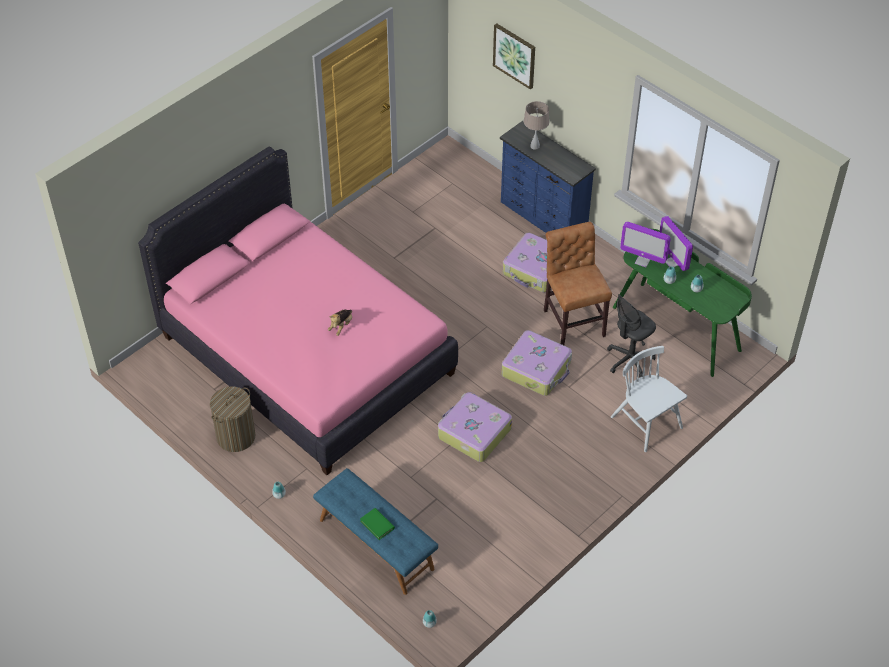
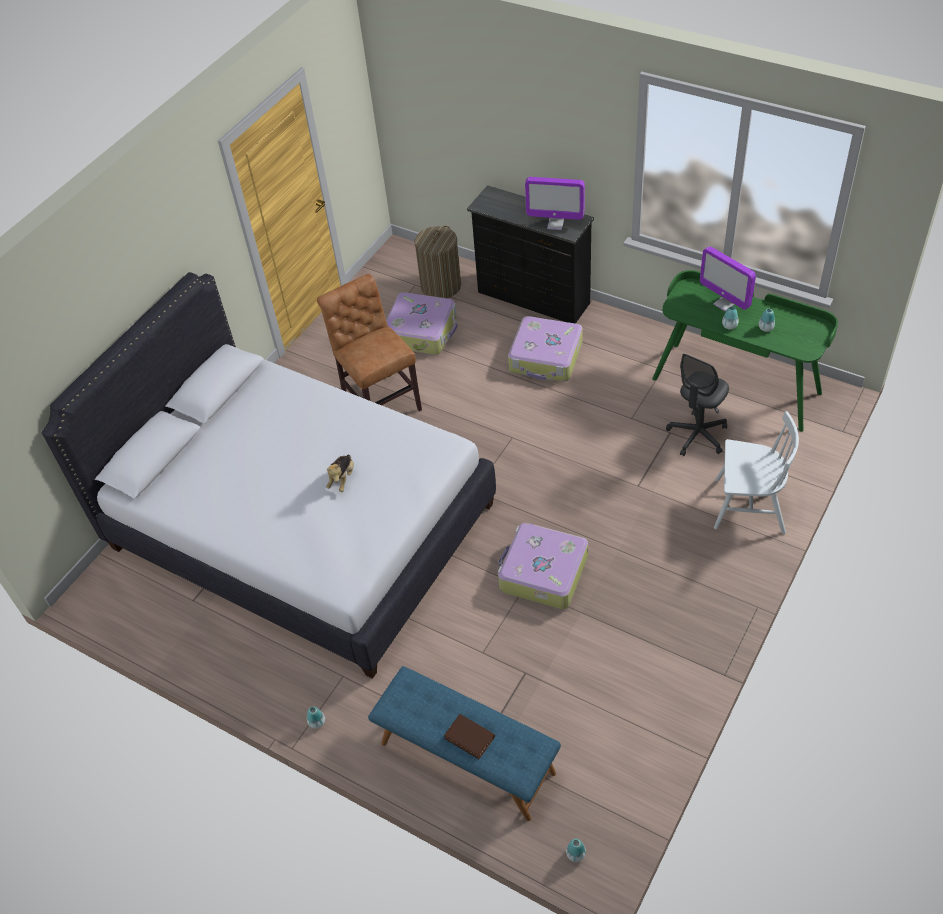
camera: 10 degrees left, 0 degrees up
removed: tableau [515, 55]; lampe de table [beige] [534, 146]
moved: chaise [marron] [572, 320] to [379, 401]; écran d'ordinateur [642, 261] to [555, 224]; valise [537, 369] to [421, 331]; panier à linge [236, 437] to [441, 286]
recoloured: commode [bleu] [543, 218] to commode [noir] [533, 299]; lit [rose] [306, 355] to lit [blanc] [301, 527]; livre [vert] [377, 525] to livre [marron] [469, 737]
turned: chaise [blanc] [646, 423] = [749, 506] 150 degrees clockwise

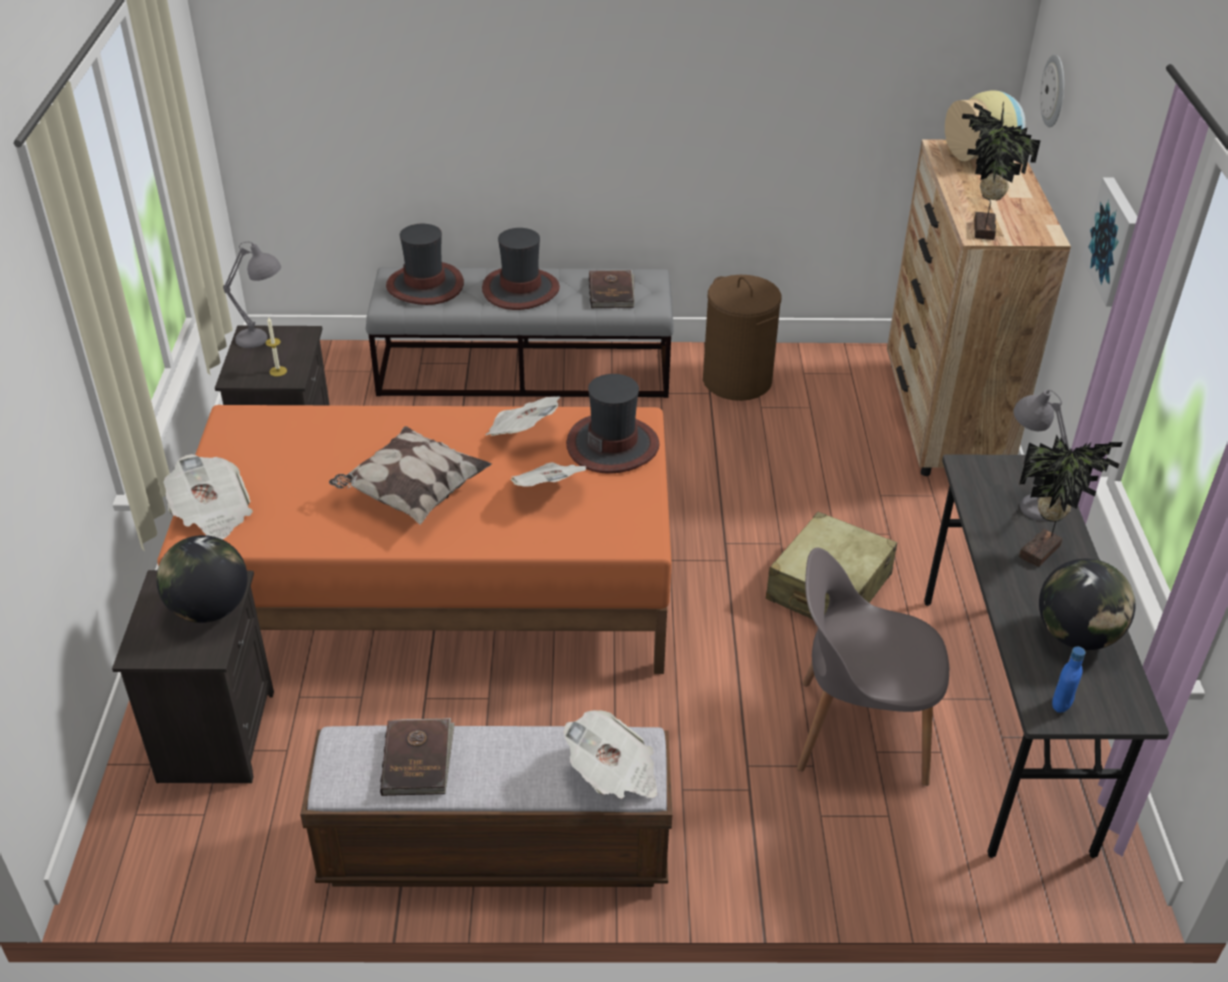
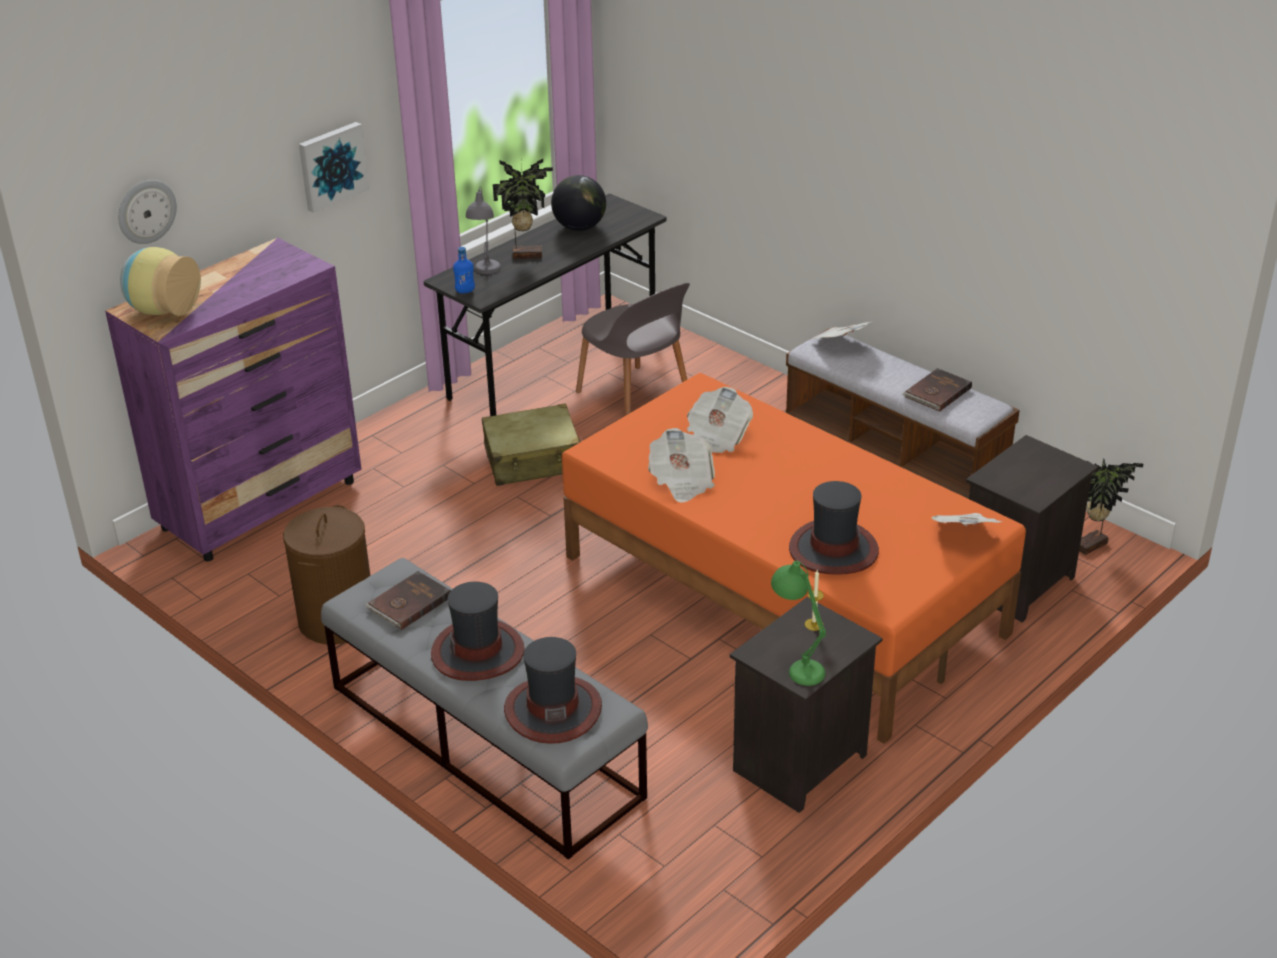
camera: 135 degrees left, 5 degrees down
removed: coussin [412, 494]; globe [210, 609]
moved: plante en pot [981, 230] to [1092, 546]; chapeau [613, 445] to [833, 550]; bouteille [bleu] [1061, 705] to [465, 291]
recoloured: commode [marron] [944, 418] to commode [violet] [261, 505]; lampe de table [gris] [264, 341] to lampe de table [vert] [797, 665]

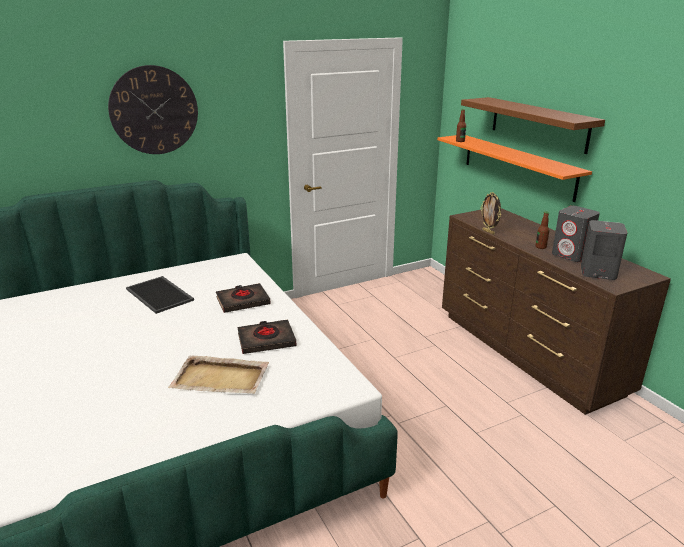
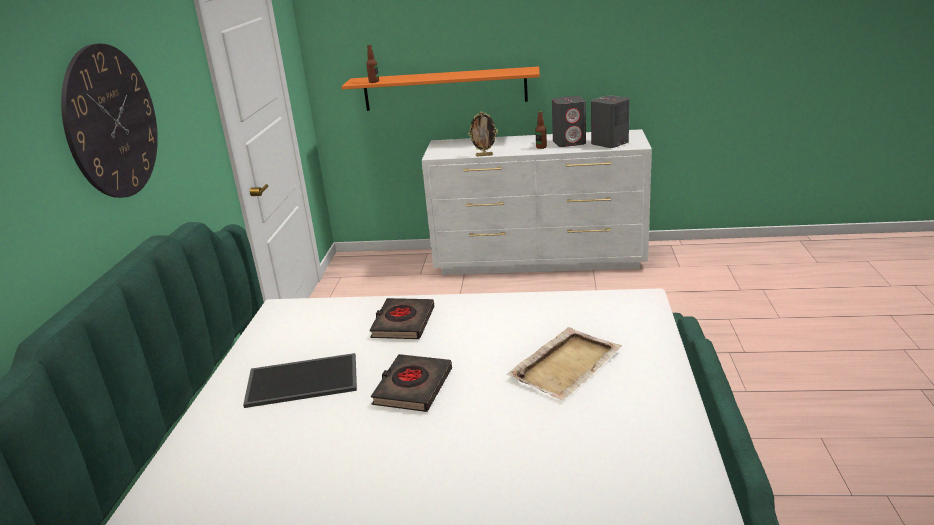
camera: 55 degrees left, 0 degrees up
removed: étagère [marron] [538, 124]
moved: livre [noir] [266, 340] to [412, 387]
recoloured: commode [marron] [528, 353] to commode [blanc] [540, 260]

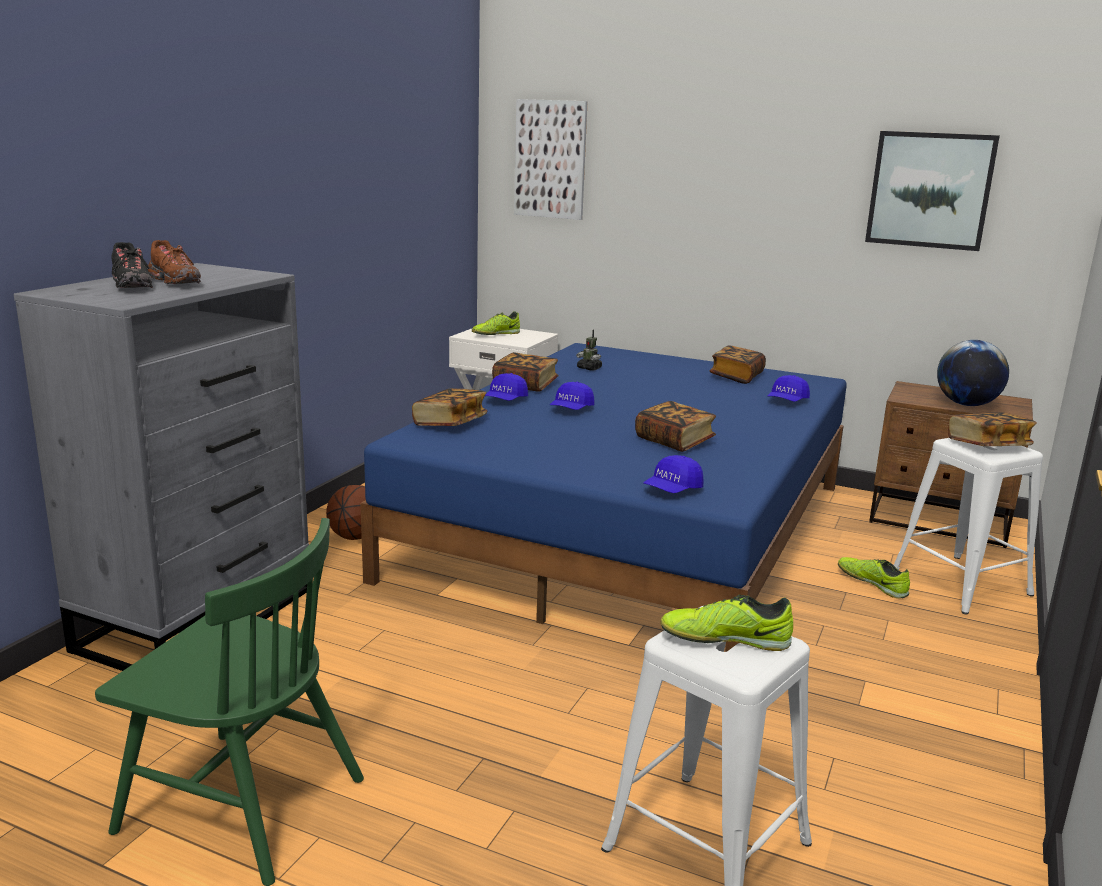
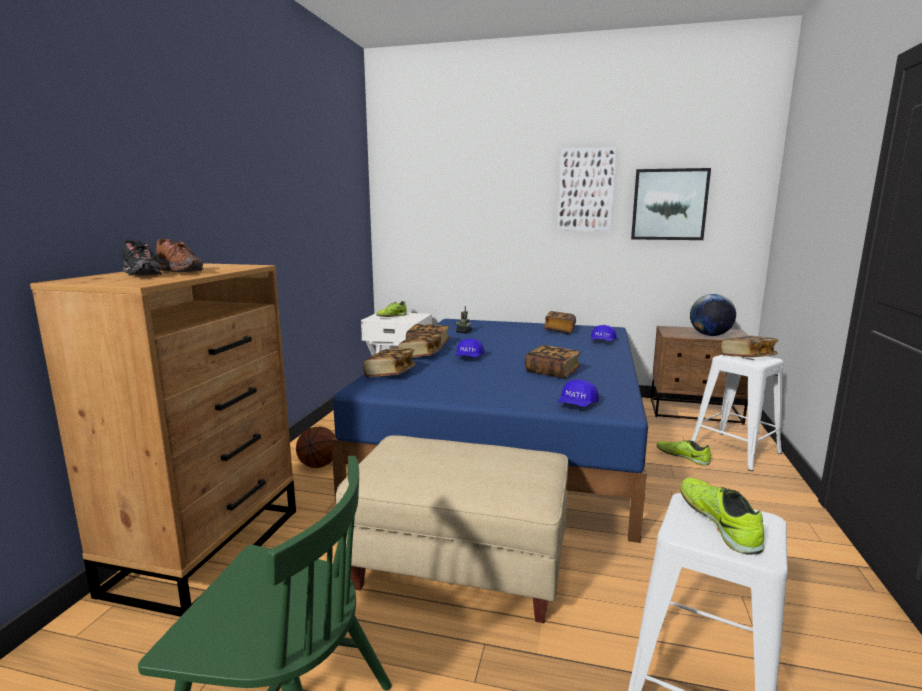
camera: 10 degrees left, 5 degrees down
added: pouf [beige] [459, 565]
moved: tableau [550, 159] to [586, 190]
replaced: casquette [bleu] [505, 400] to livre [420, 356]
recoloured: commode [gris] [199, 618] to commode [marron] [208, 548]
turned: chaussure [725, 639] = [718, 522] 90 degrees clockwise

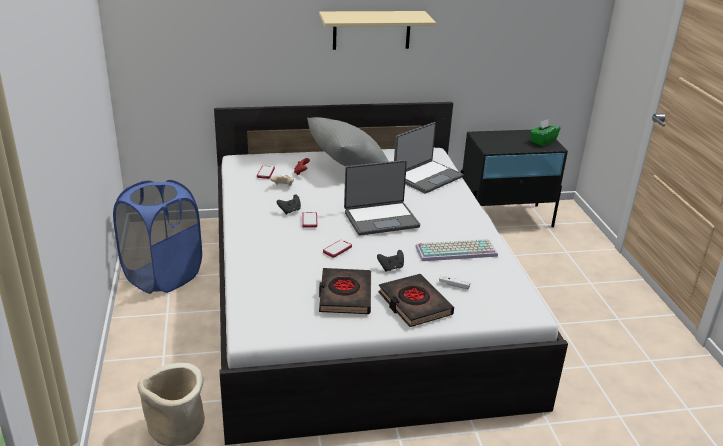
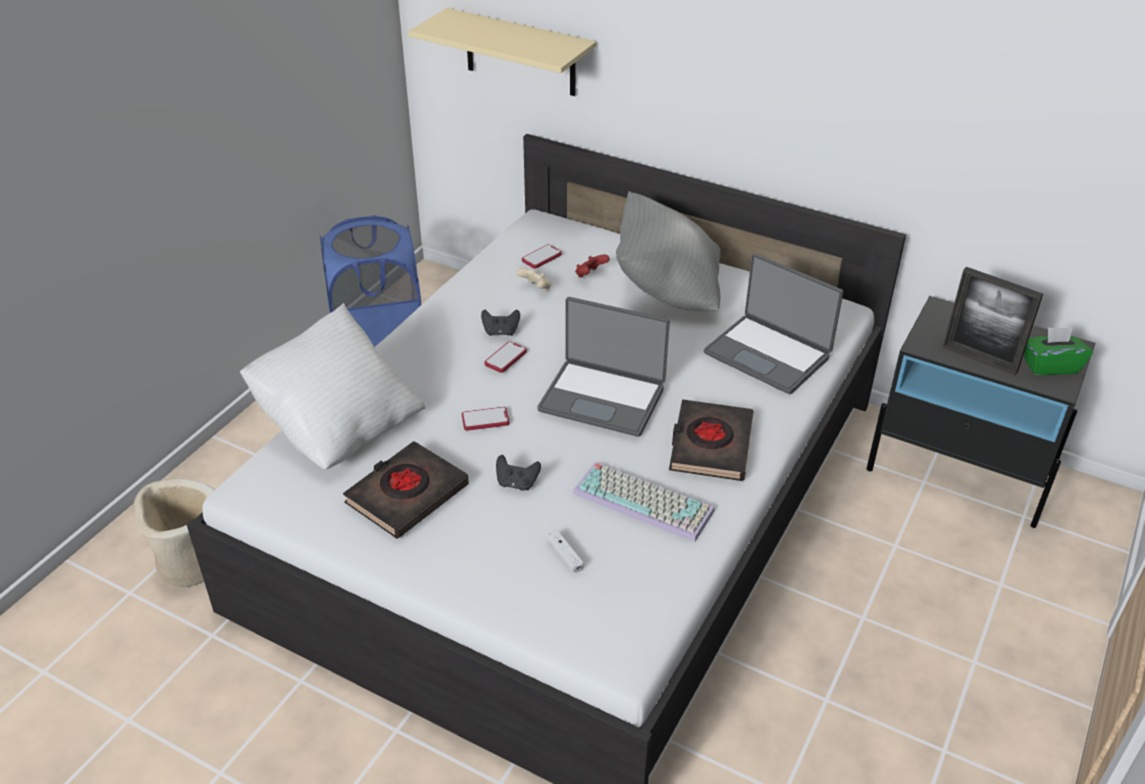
camera: 40 degrees right, 10 degrees up
added: cadre photo [979, 359]; coussin [blanc] [339, 425]
moved: étagère [beige] [371, 30] to [520, 53]; livre [noir] [414, 304] to [710, 445]
turned: ordinateur portable [427, 177] = [768, 354] 45 degrees clockwise

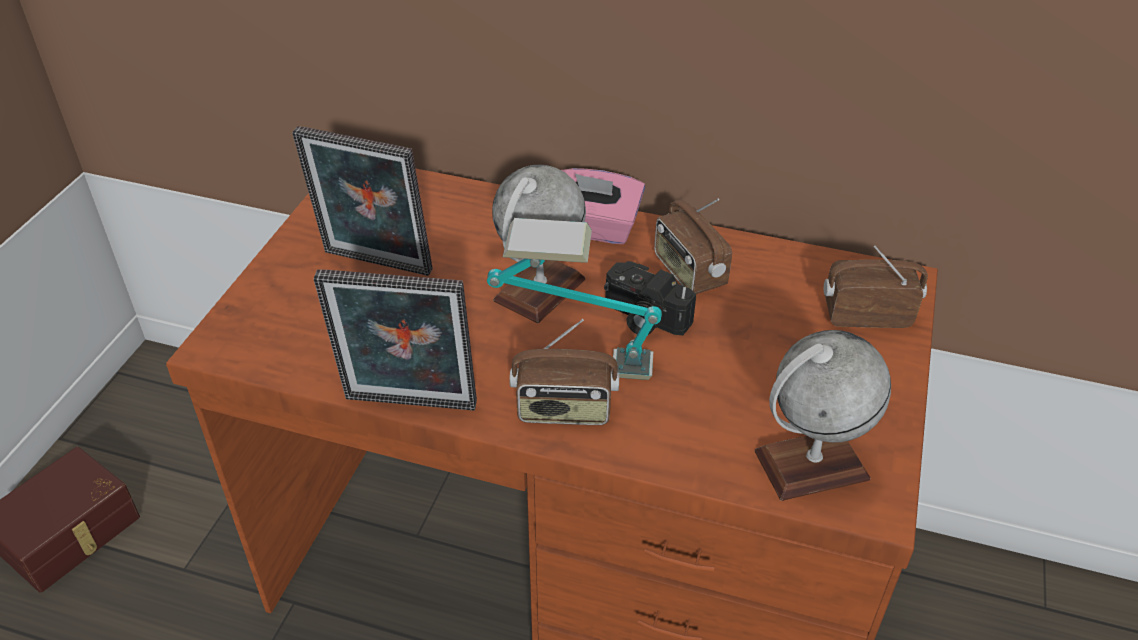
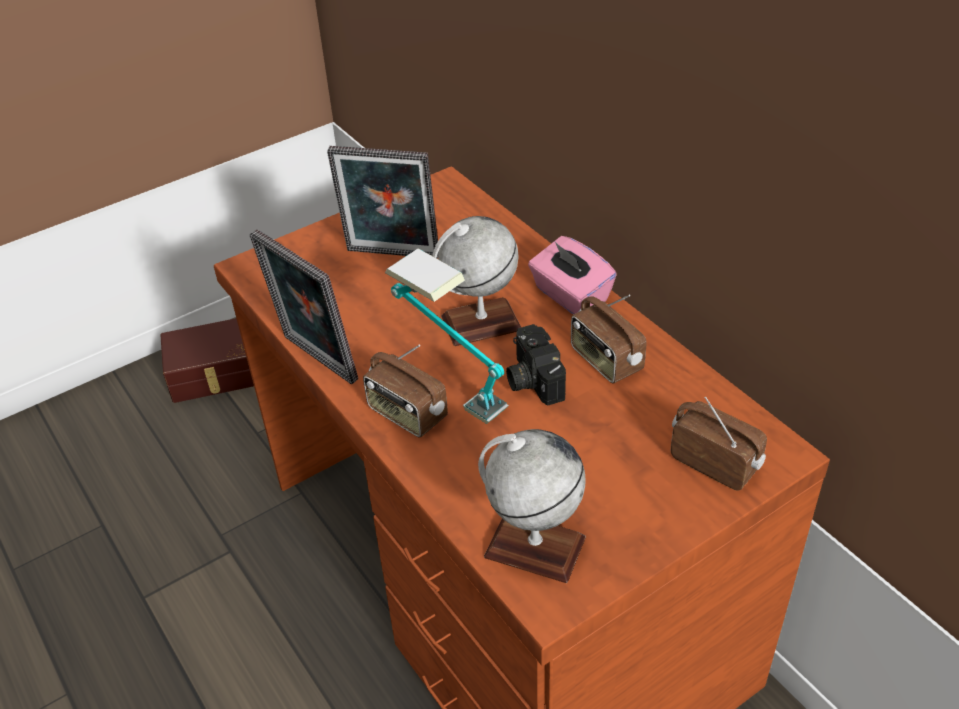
camera: 40 degrees right, 0 degrees up
turned: cadre photo [375, 265] = [391, 256] 45 degrees counterclockwise; radio [688, 272] = [605, 361] 45 degrees counterclockwise

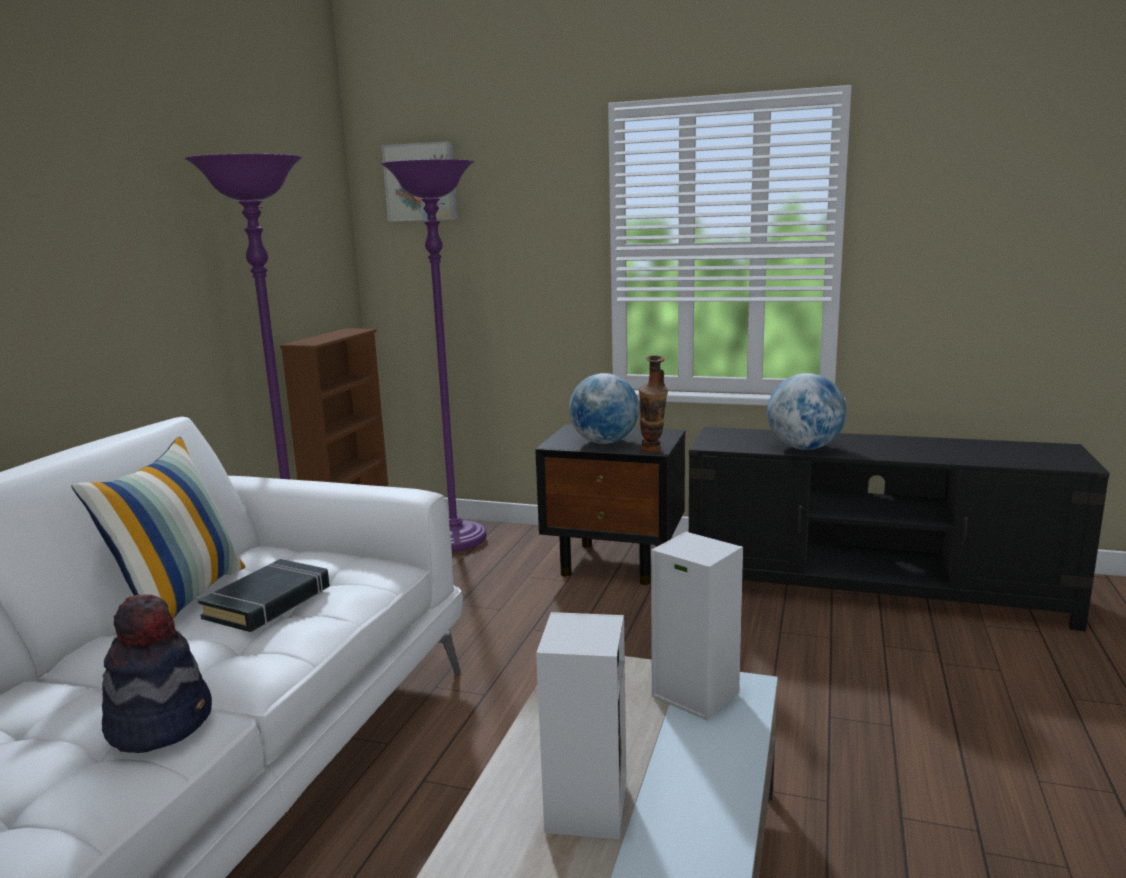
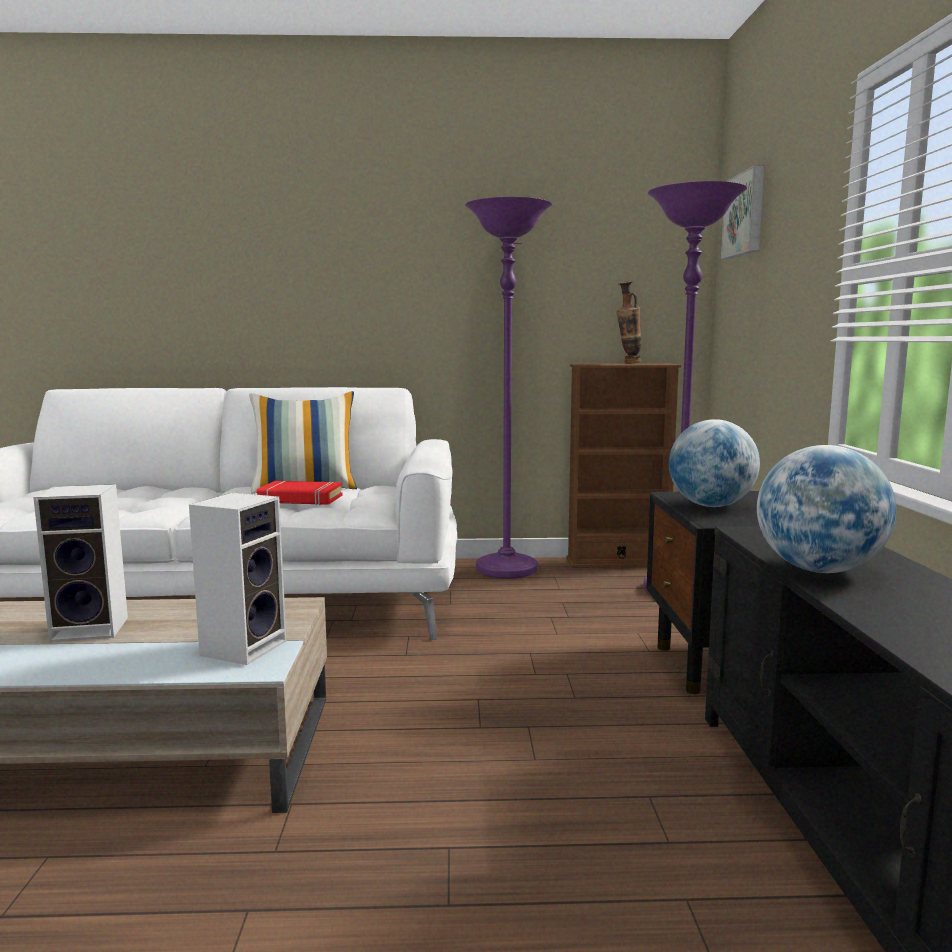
camera: 70 degrees right, 5 degrees down
removed: chapeau [161, 722]
moved: vase [652, 452] to [628, 363]
recoloured: livre [noir] [268, 603] to livre [rouge] [300, 499]

